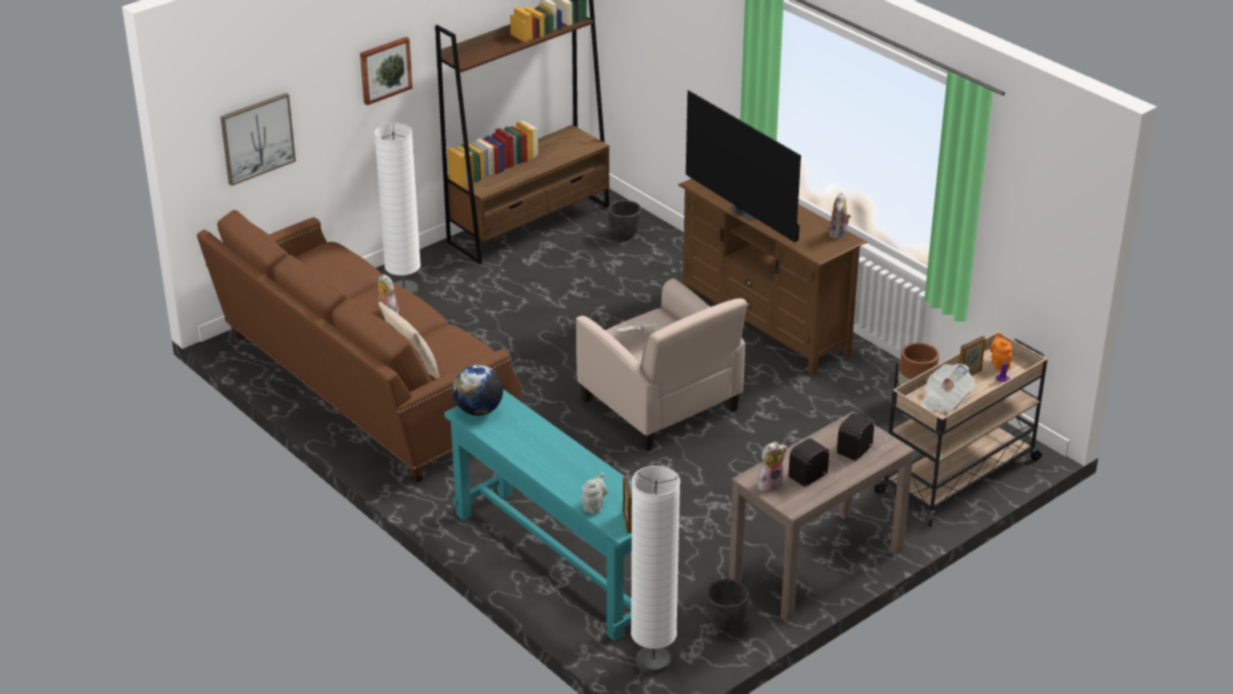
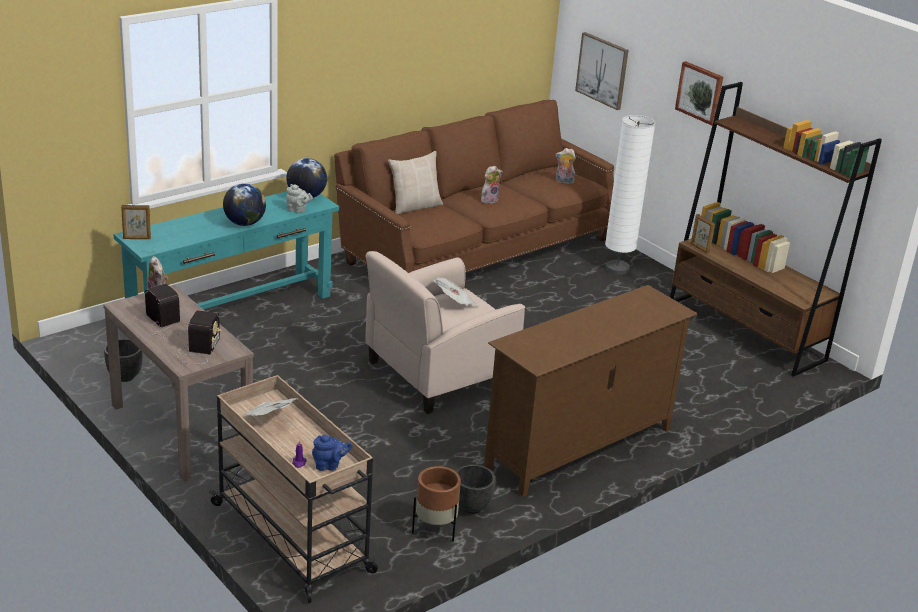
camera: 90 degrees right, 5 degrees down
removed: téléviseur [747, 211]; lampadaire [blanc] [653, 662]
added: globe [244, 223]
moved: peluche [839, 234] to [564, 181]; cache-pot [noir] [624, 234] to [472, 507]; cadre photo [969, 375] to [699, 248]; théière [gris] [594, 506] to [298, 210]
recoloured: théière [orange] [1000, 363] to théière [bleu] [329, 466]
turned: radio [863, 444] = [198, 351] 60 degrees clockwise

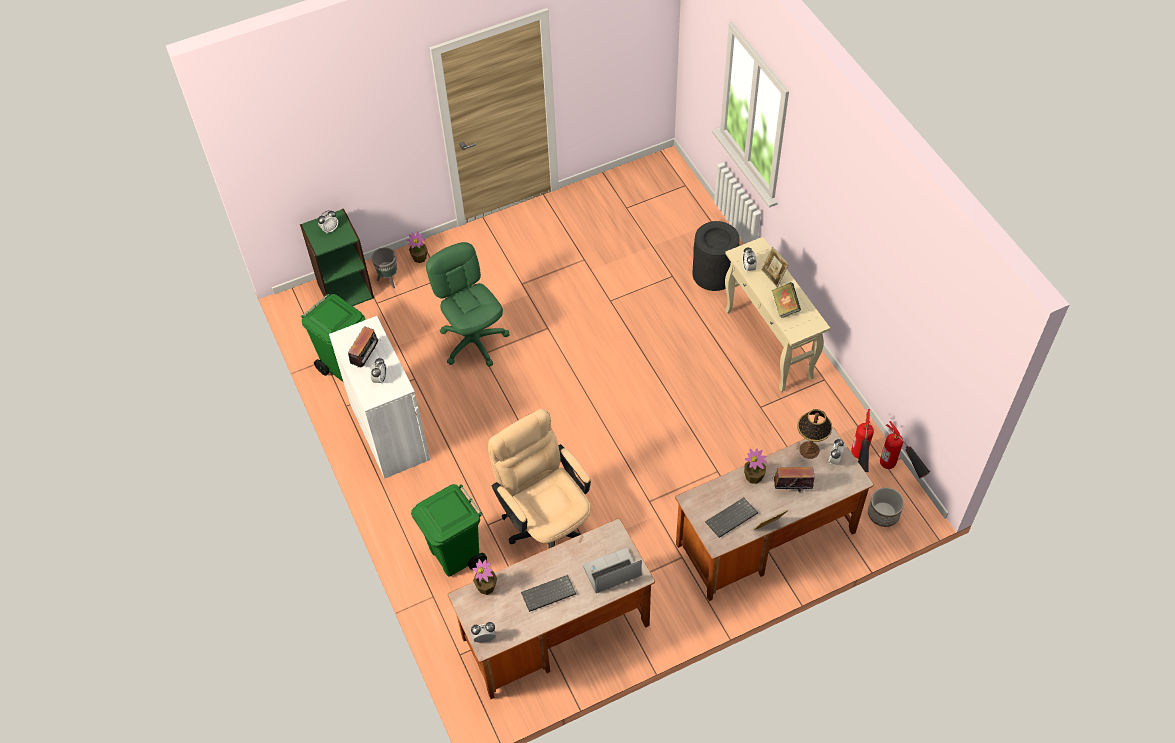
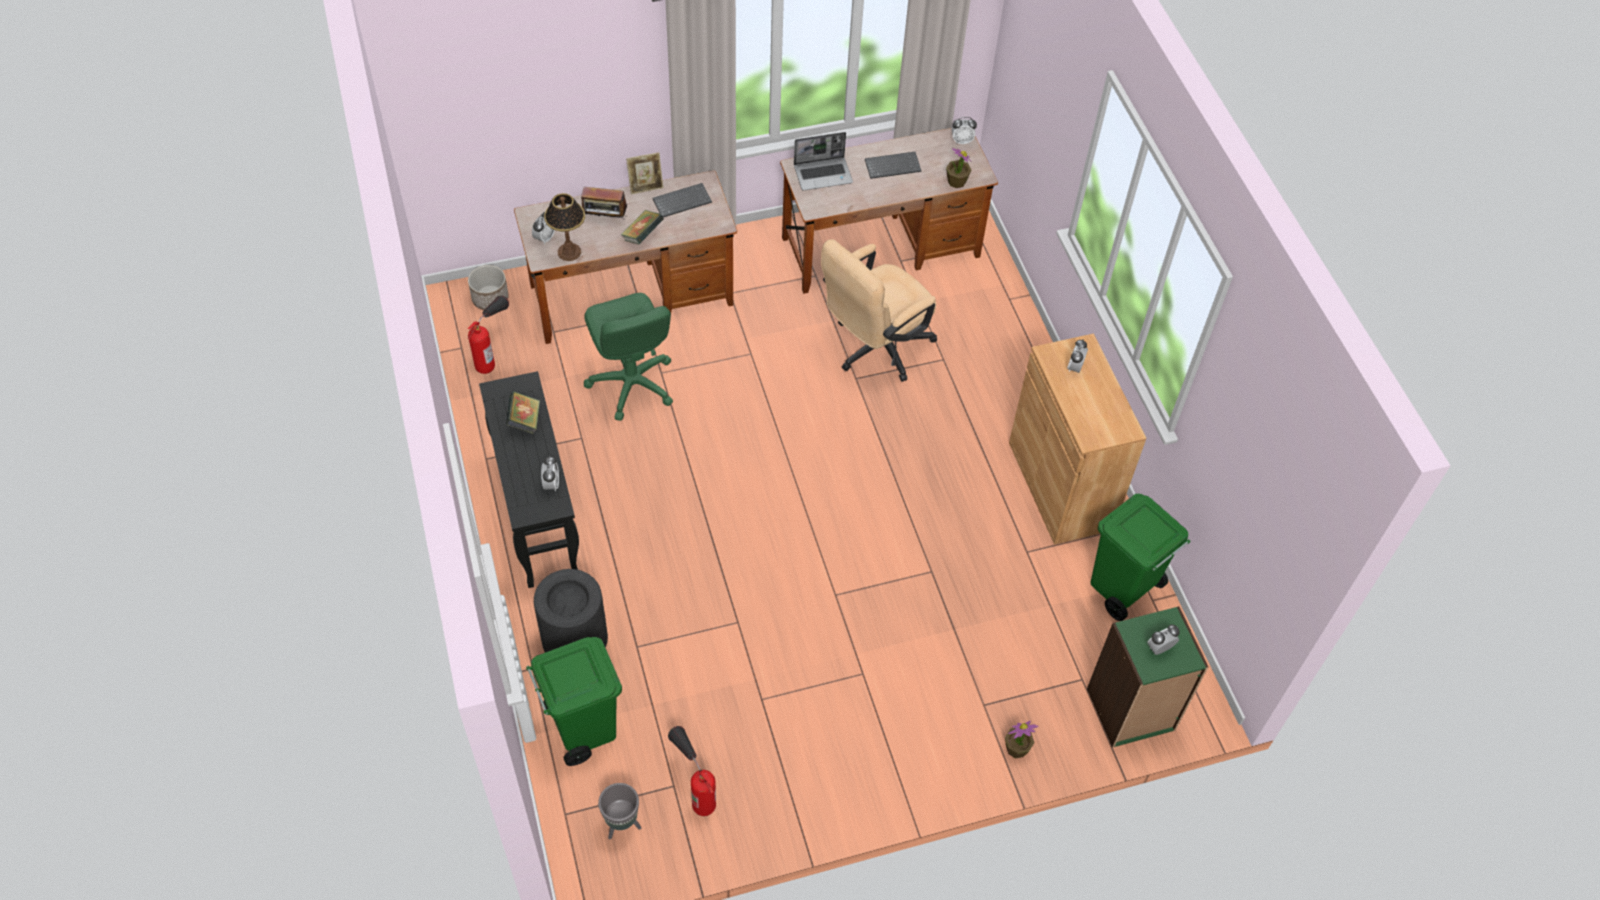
camera: 175 degrees left, 0 degrees up
removed: cadre photo [773, 276]; radio [366, 358]
moved: chaise de bureau [vert] [473, 341] to [631, 384]; cache-pot [gris] [389, 280] to [622, 824]; extincteur [898, 473] to [694, 786]; poubelle [vert] [456, 555] to [583, 728]
replaced: plante en pot [754, 477] to livre [642, 236]
recoloured: table console [beige] [769, 345] to table console [noir] [538, 517]; meuble de rangement [blanc] [389, 432] to meuble de rangement [marron] [1060, 485]
turned: chaise de bureau [beige] [546, 524] = [874, 349] 75 degrees clockwise

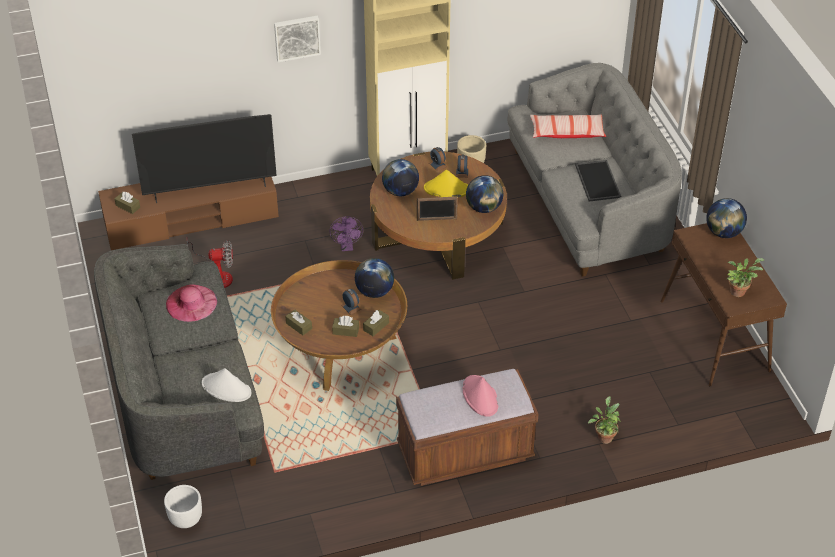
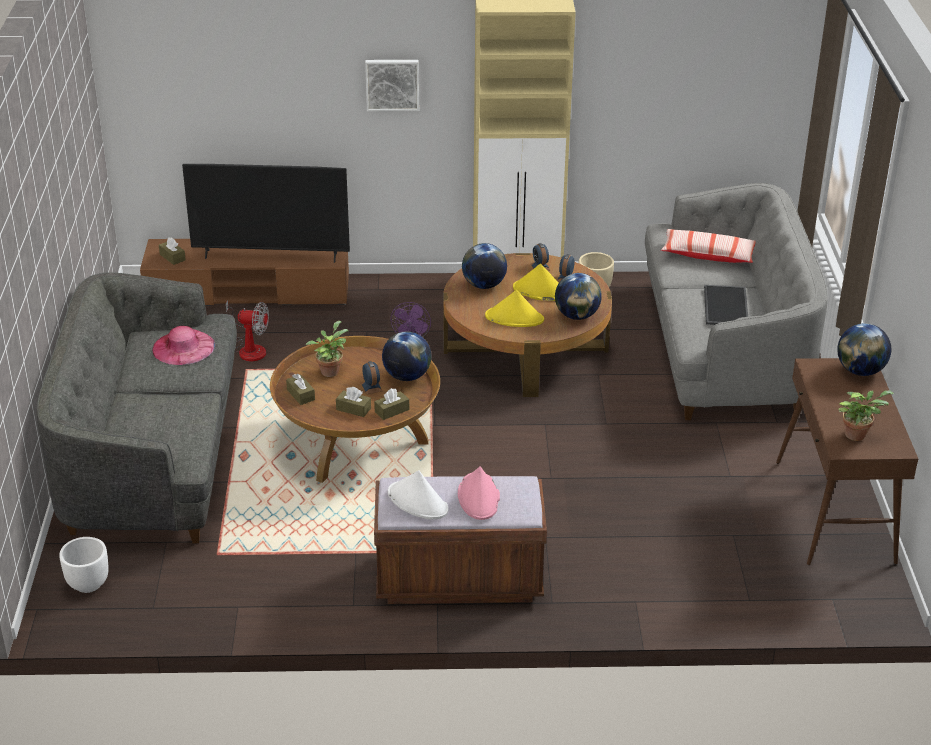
camera: 15 degrees right, 10 degrees down
moved: chapeau [blanc] [226, 388] to [418, 502]; plante en pot [604, 436] to [330, 370]
replaced: cadre photo [436, 219] to chapeau [jaune] [514, 318]

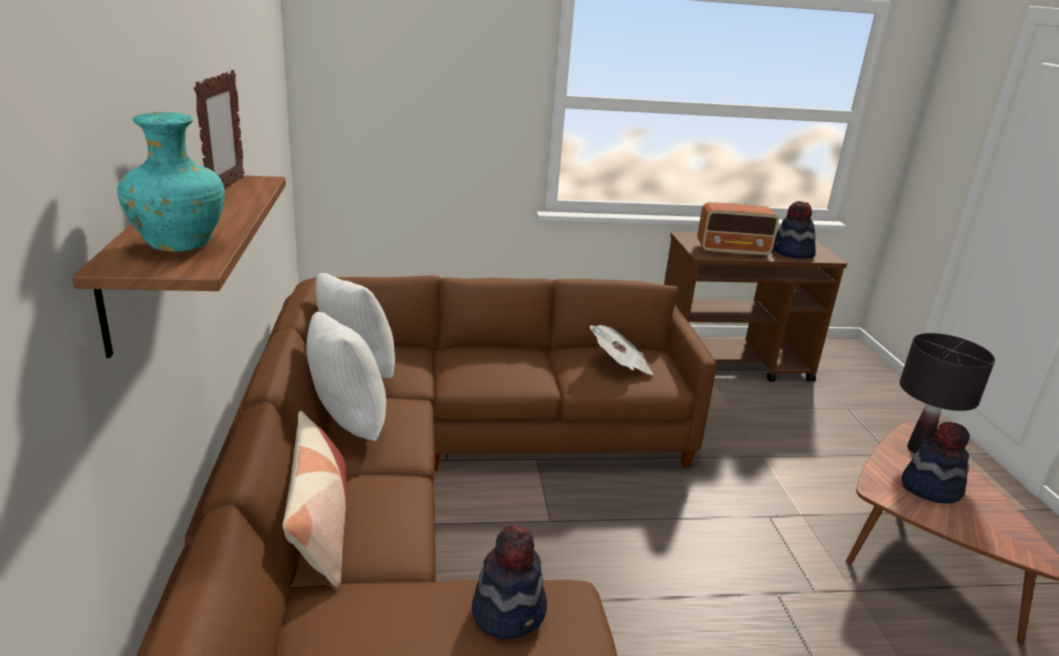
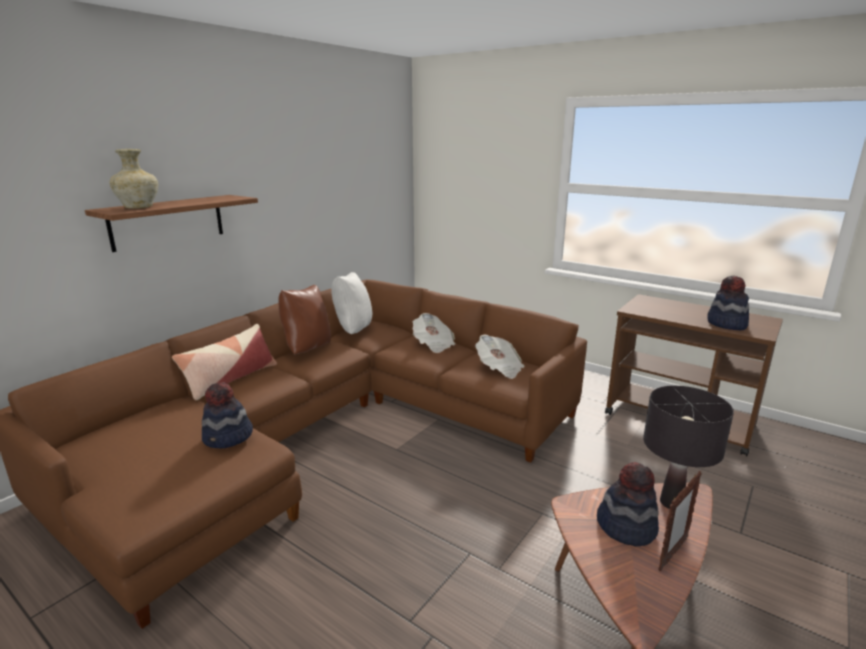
camera: 45 degrees right, 5 degrees down
removed: radio [733, 251]
added: journal [433, 344]
moved: cadre photo [226, 187] to [672, 554]
recoloured: vase [turquoise] [180, 244] to vase [beige] [139, 207]; coussin [blanc] [346, 425] to coussin [marron] [307, 349]

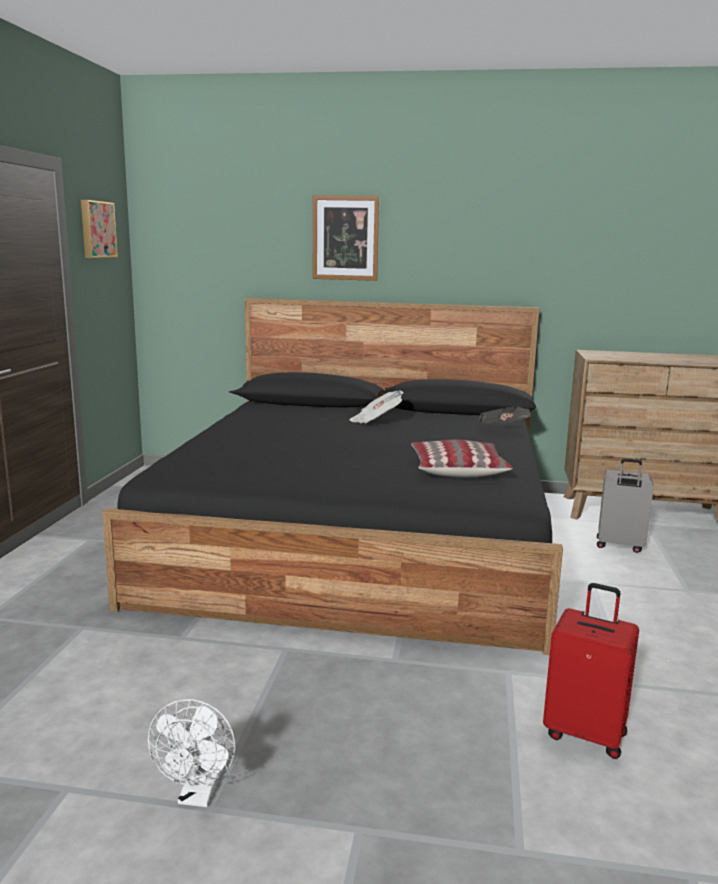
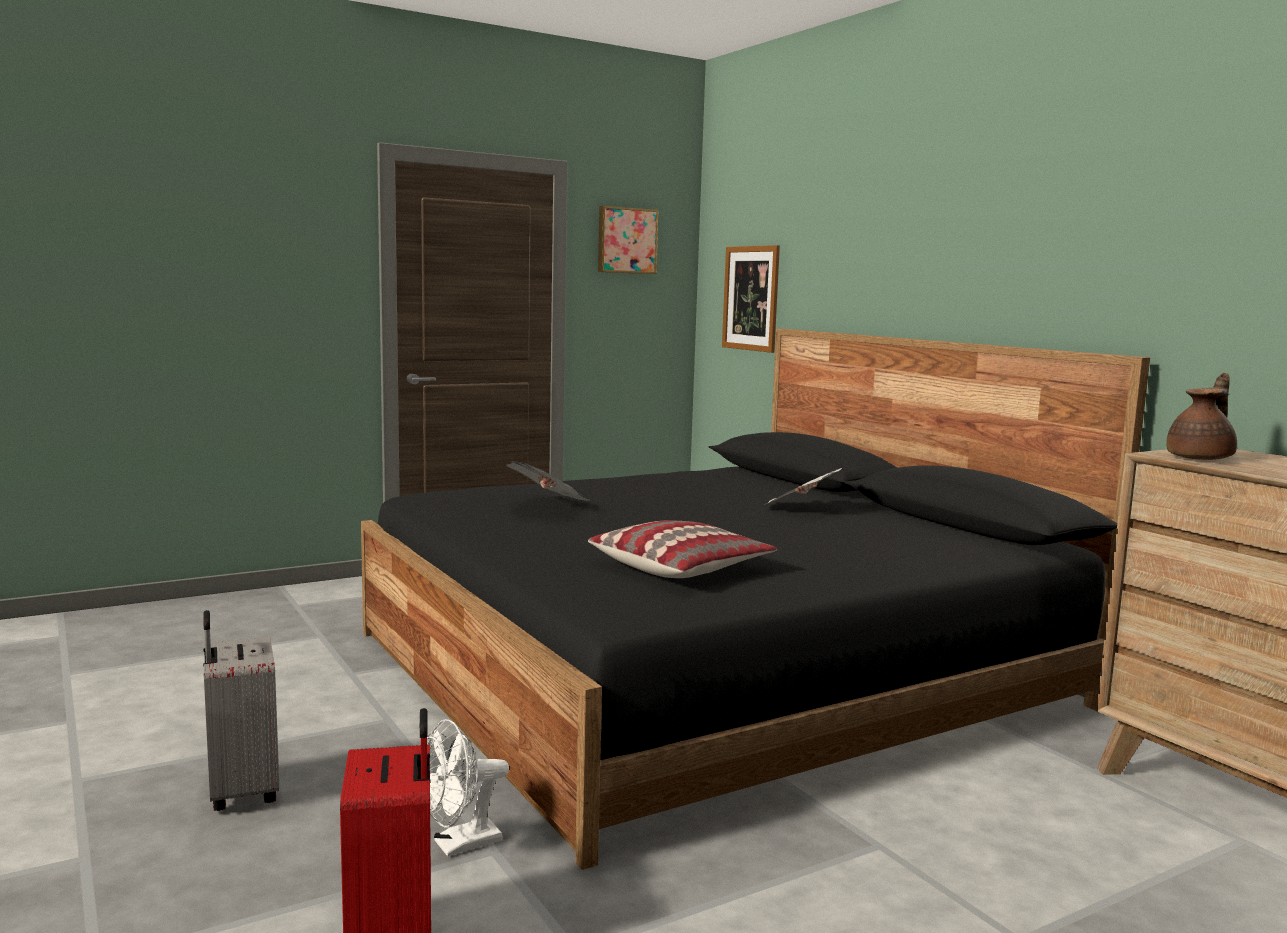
camera: 50 degrees right, 5 degrees down
added: théière [marron] [1201, 458]
moved: tableau [345, 238] to [751, 298]; journal [502, 430] to [549, 504]; valise [gris] [619, 546] to [241, 792]; ventilateur [blanc] [198, 795] to [458, 845]

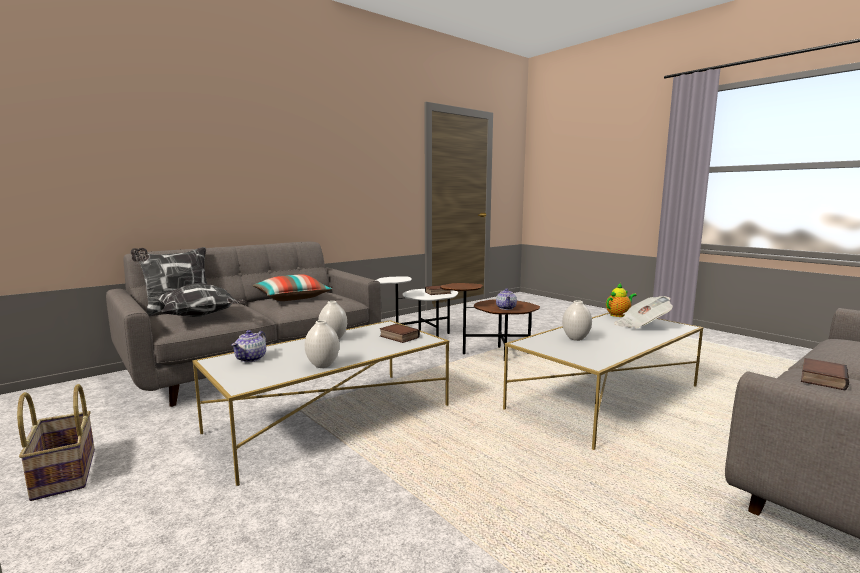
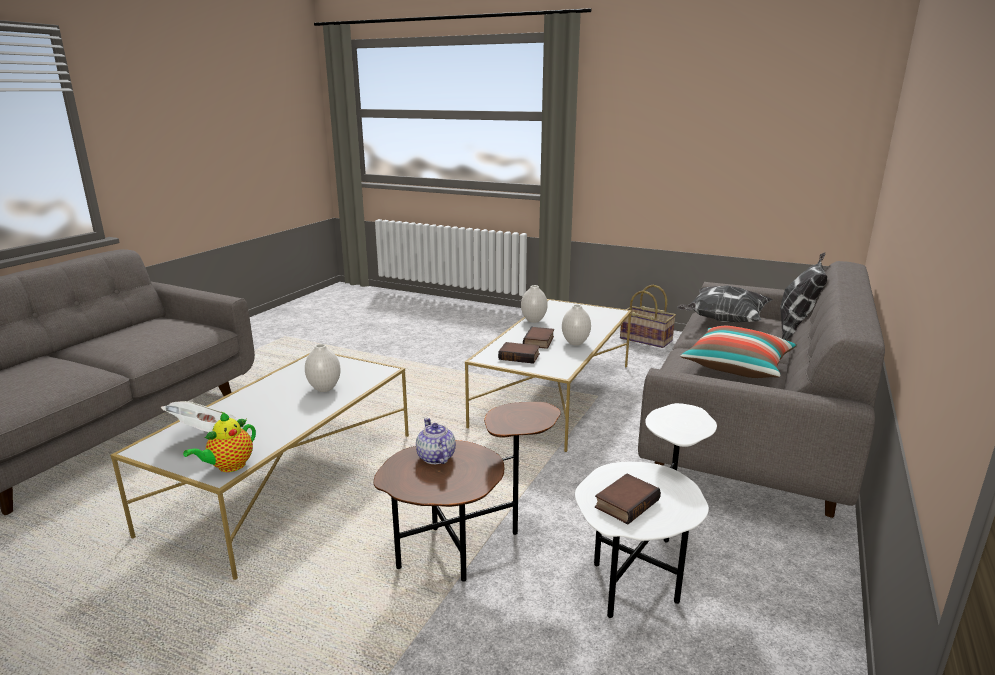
camera: 155 degrees right, 10 degrees up
removed: théière [251, 358]
moved: livre [821, 378] to [539, 341]

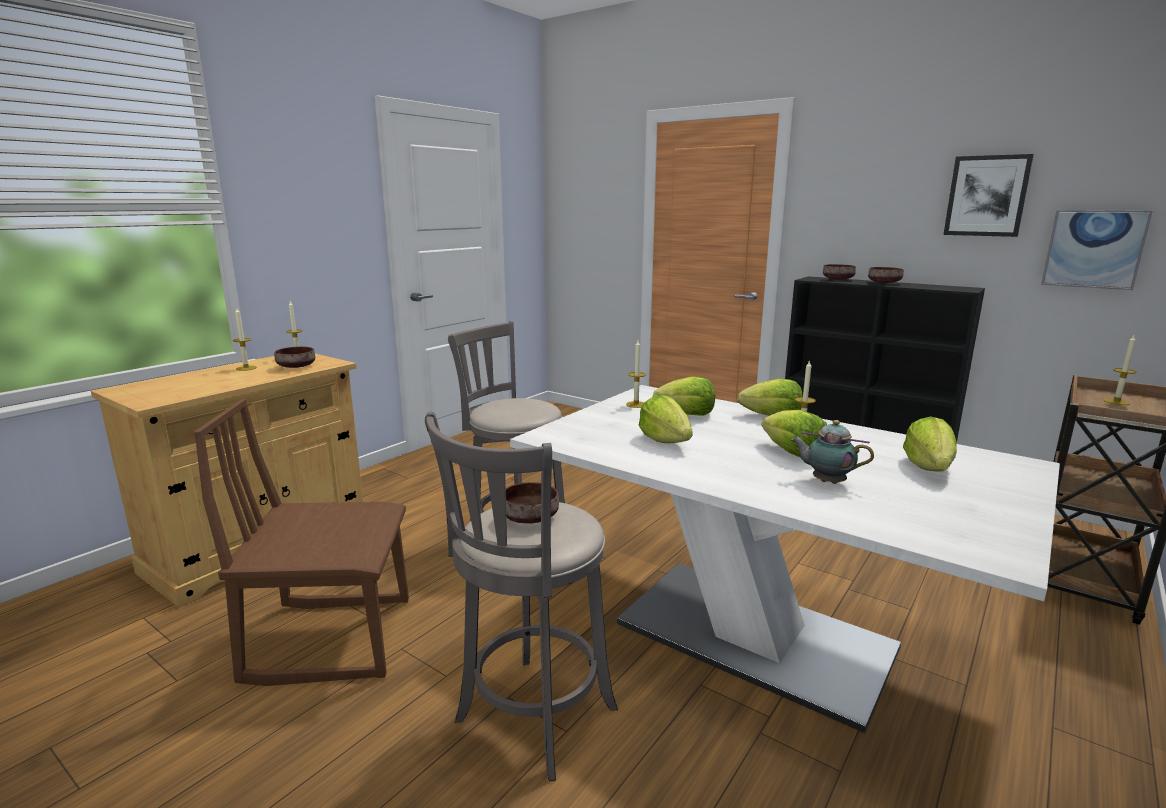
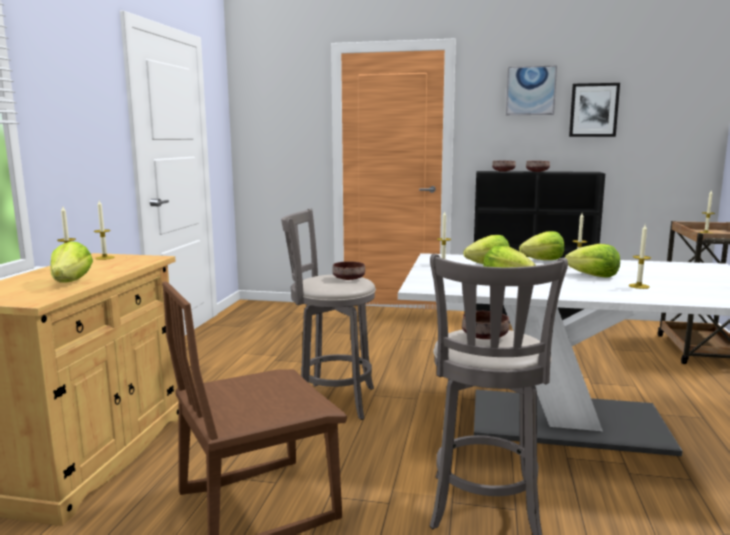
camera: 25 degrees left, 5 degrees down
moved: tableau [1094, 249] to [530, 91]; bol [marron] [297, 367] to [349, 279]; laitue [929, 468] to [71, 282]
replaced: théière [826, 482] to bougie [639, 286]

